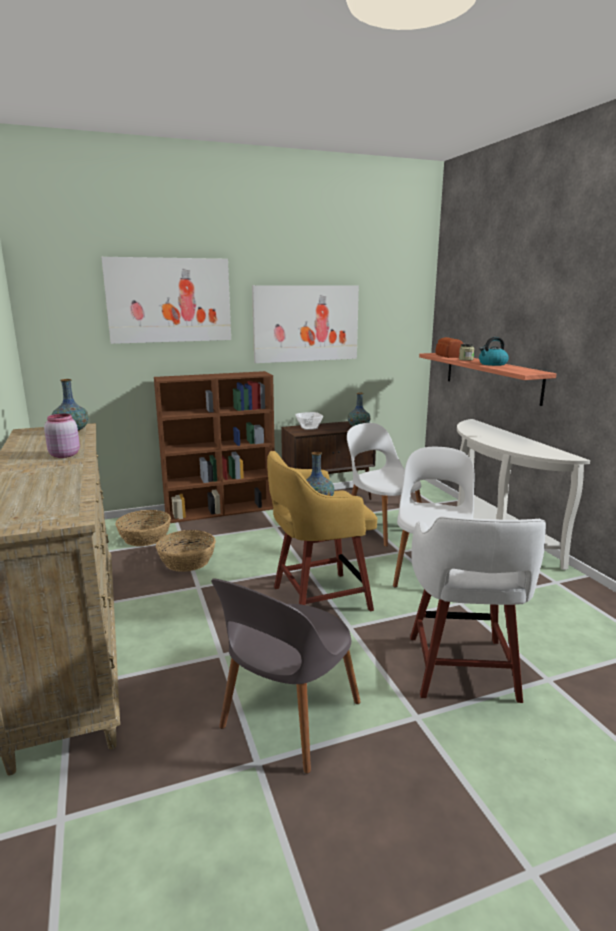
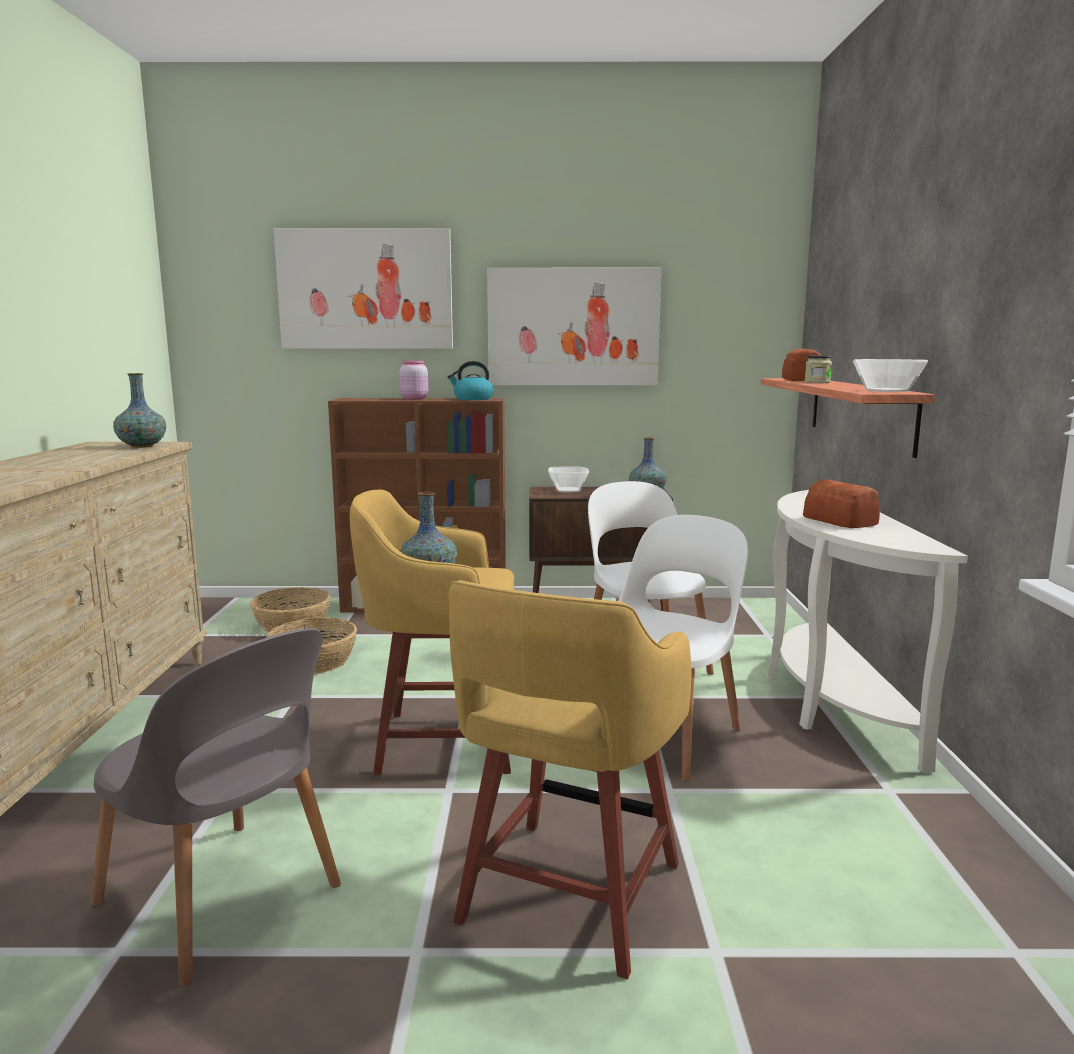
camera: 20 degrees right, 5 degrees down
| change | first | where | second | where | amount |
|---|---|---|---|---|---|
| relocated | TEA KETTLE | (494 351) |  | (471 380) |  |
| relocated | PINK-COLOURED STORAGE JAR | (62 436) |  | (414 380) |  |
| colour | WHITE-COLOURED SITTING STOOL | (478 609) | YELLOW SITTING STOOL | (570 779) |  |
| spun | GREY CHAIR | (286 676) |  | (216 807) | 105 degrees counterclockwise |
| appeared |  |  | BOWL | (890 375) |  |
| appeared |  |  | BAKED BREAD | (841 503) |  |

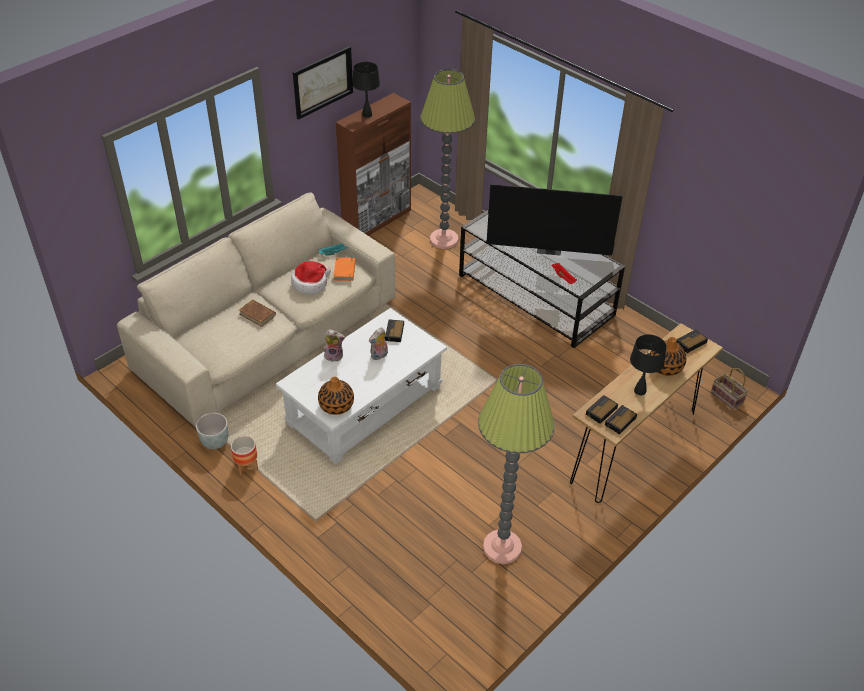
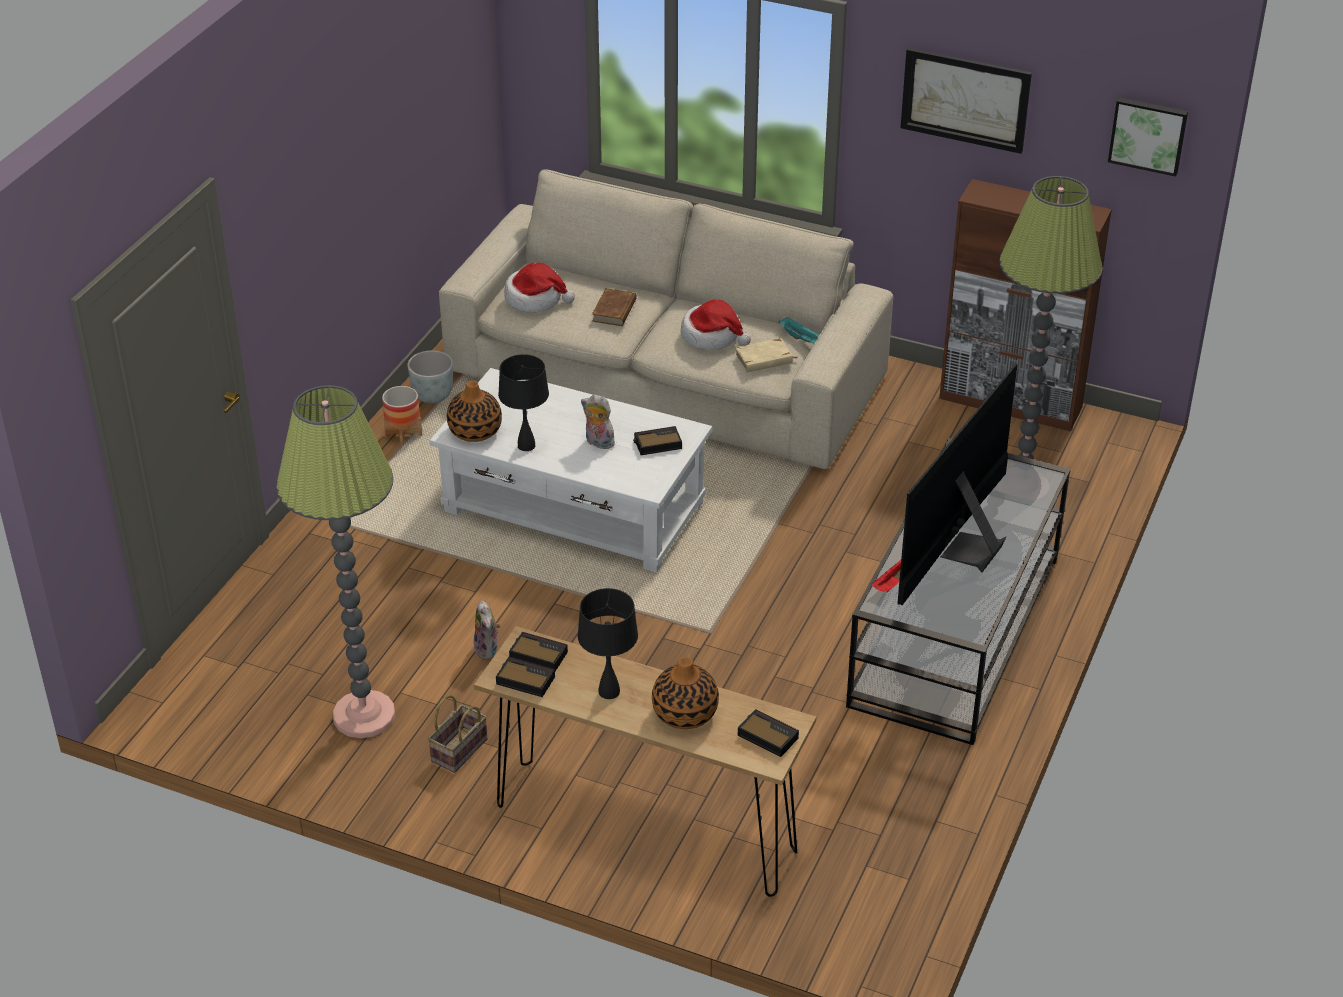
camera: 70 degrees right, 5 degrees down
| change | first | where | second | where | amount |
|---|---|---|---|---|---|
| relocated | BLACKISH TABLE LAMP | (366 90) |  | (523 402) |  |
| spun | TV | (554 220) |  | (957 484) | 45 degrees clockwise |
| colour | ORANGE-COLOURED VOLUME | (344 269) | BEIGE-COLOURED VOLUME | (766 355) |  |
| relocated | CUDDLY TOY | (334 346) |  | (487 630) |  |
| relocated | HOUSEHOLD BASKET | (729 389) |  | (457 734) |  |
| appeared |  |  | WALL PICTURE | (1148 137) |  |
| appeared |  |  | CLOTHING HAT | (539 287) |  |

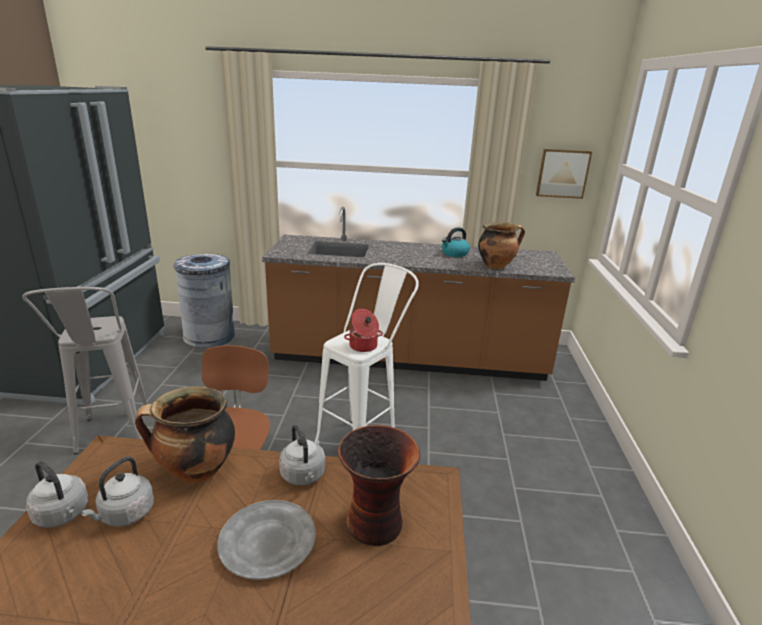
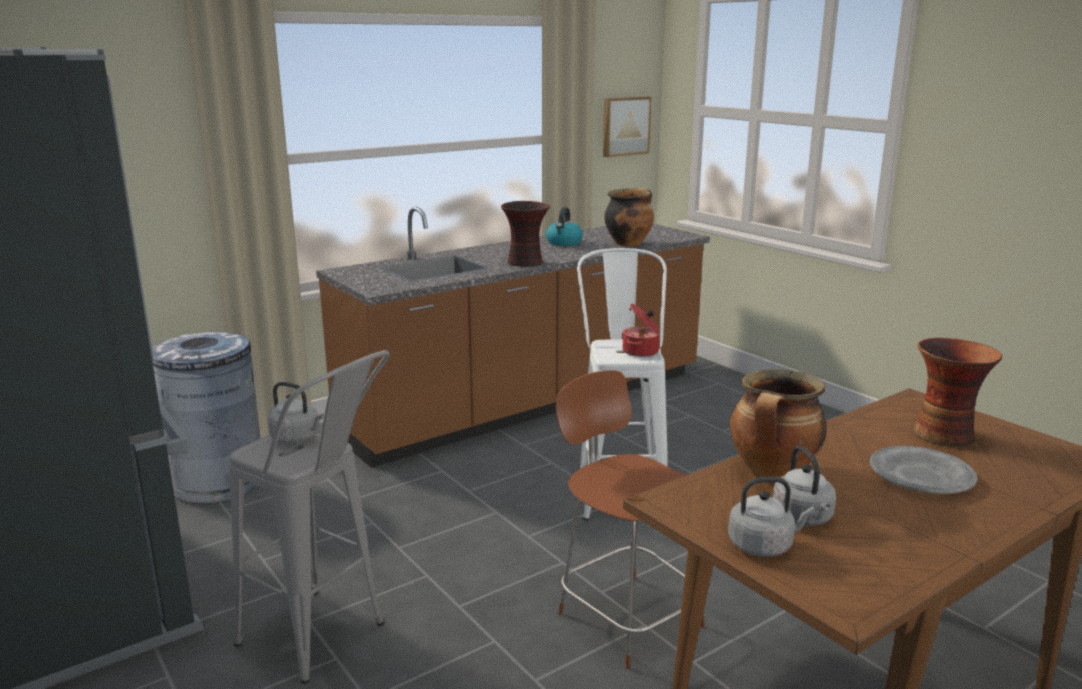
camera: 40 degrees left, 5 degrees down
| change | first | where | second | where | amount |
|---|---|---|---|---|---|
| relocated | GREY TEA KETTLE | (302 454) |  | (296 412) |  |
| appeared |  |  | VASE | (525 234) |  |

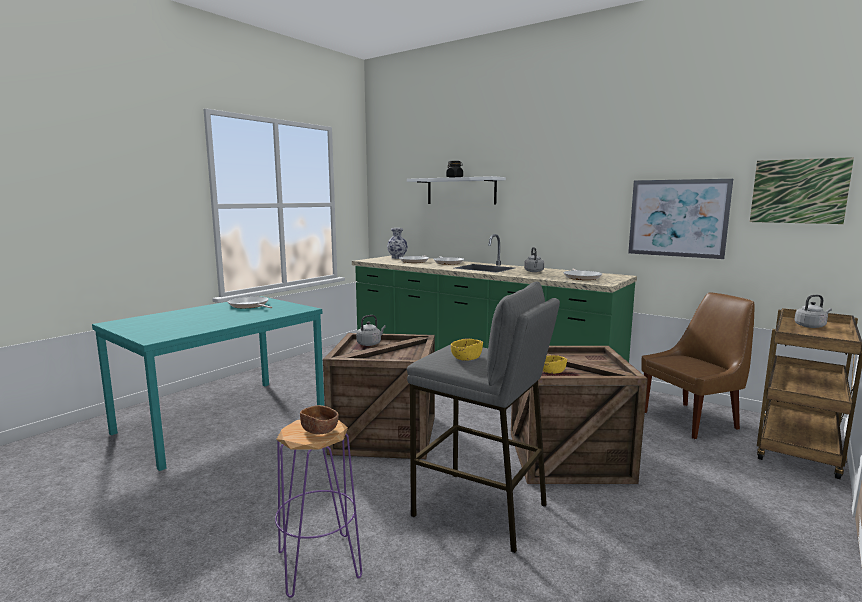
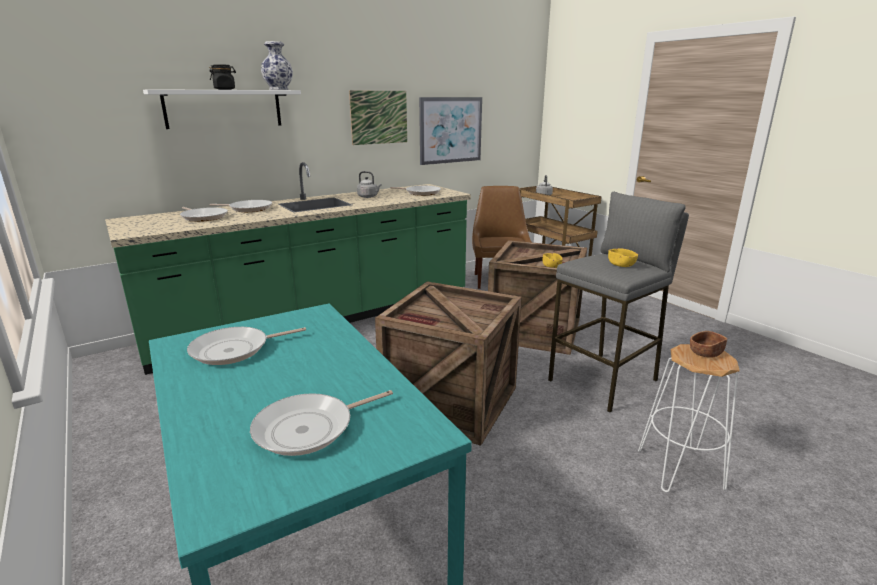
camera: 70 degrees left, 10 degrees up
| change | first | where | second | where | amount |
|---|---|---|---|---|---|
| relocated | WALL PICTURE | (802 190) |  | (378 118) |  |
| relocated | VASE | (397 243) |  | (277 65) |  |
| missing | GREY TEA KETTLE | (371 330) |  |  |  |
| colour | PURPLE-COLOURED SITTING STOOL | (318 509) | WHITE-COLOURED SITTING STOOL | (689 418) |  |
| appeared |  |  | SKILLET | (321 423) |  |

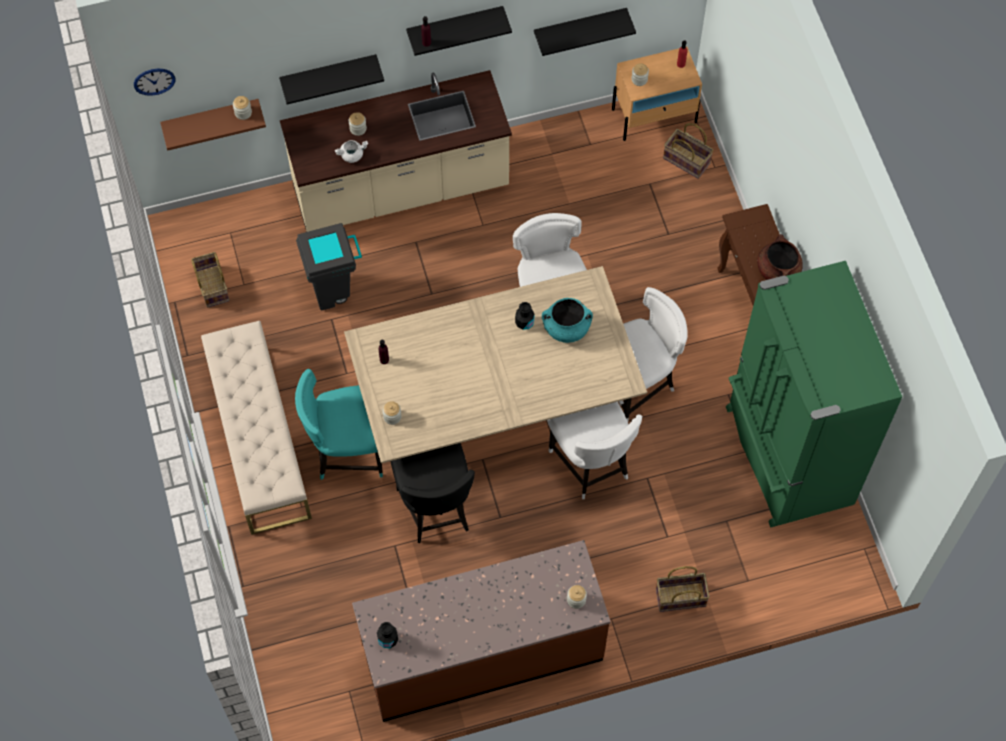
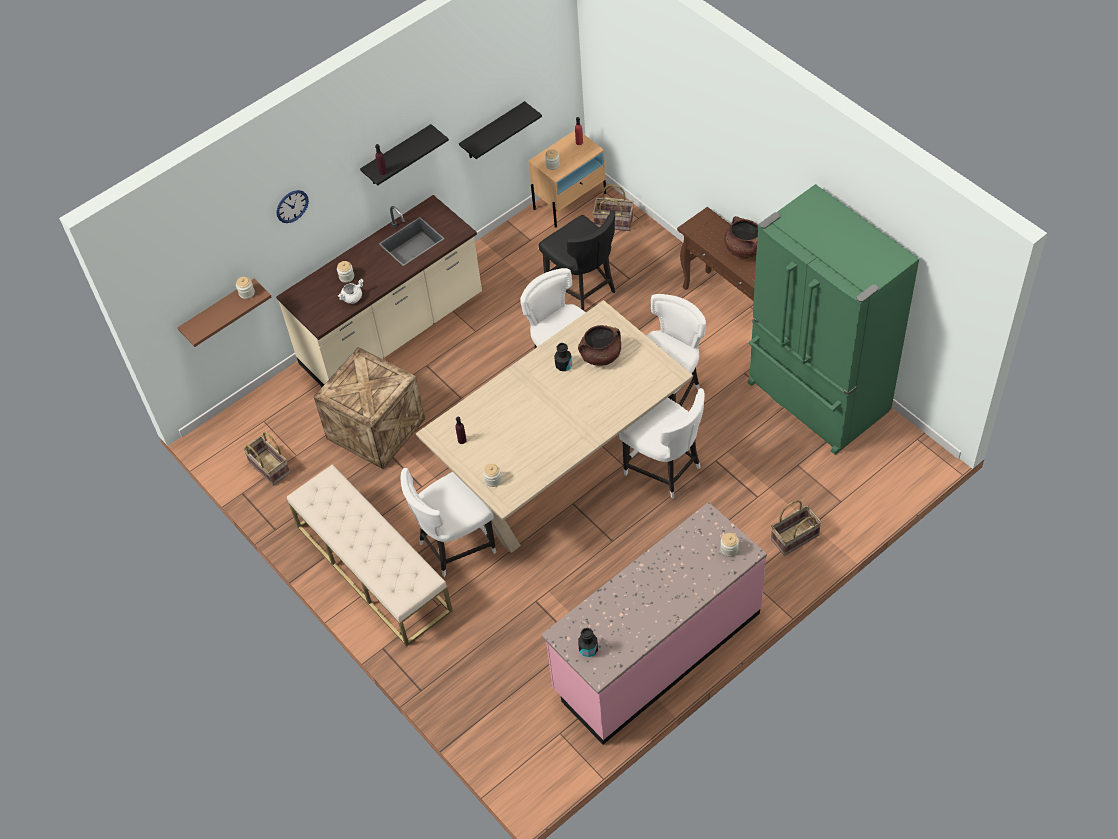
camera: 20 degrees left, 10 degrees down
| change | first | where | second | where | amount |
|---|---|---|---|---|---|
| missing | BLACKISH BRACKET SHELF | (331 79) |  |  |  |
| relocated | HANGING CLOCK | (154 82) |  | (292 206) |  |
| exchanged | GREY TRASH CAN | (329 266) | CRATE | (369 408) |  |
| colour | TURQUOISE COOKING POT | (567 320) | BROWNISH COOKING POT | (599 345) |  |
| colour | TURQUOISE CHAIR | (339 424) | WHITE-COLOURED CHAIR | (448 522) |  |
| relocated | BLACKISH CHAIR | (433 493) |  | (577 260) |  |
| colour | BROWNISH COUNTER | (481 631) | PINK-COLOURED COUNTER | (654 623) |  |

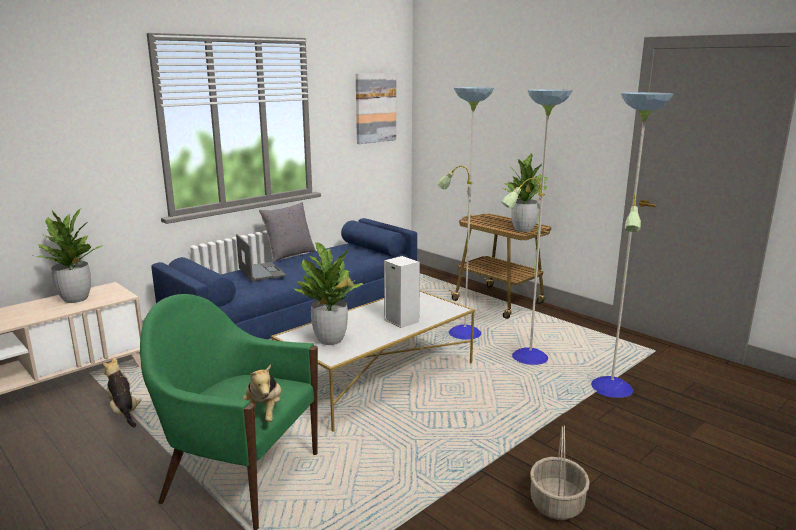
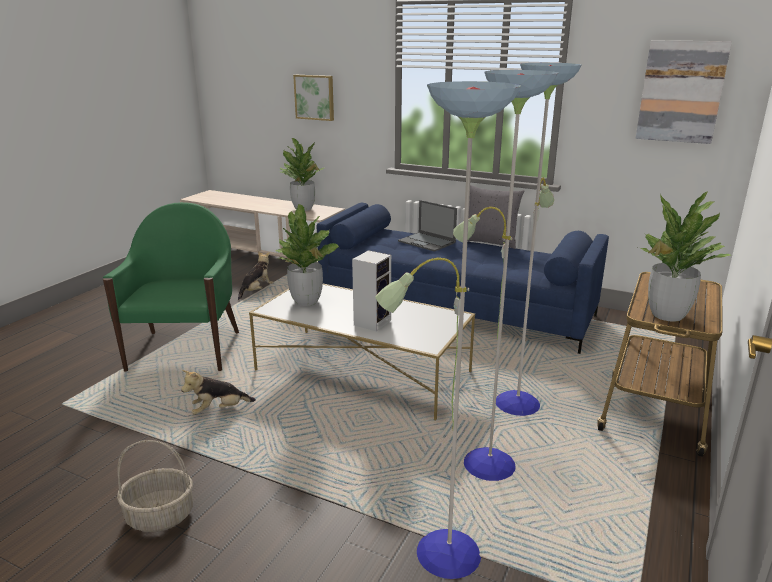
camera: 70 degrees right, 5 degrees up
| change | first | where | second | where | amount |
|---|---|---|---|---|---|
| spun | LAPTOP | (261 258) |  | (427 226) | 90 degrees clockwise |
| relocated | CUDDLY TOY | (262 393) |  | (218 392) |  |
| appeared |  |  | WALL PICTURE | (313 98) |  |

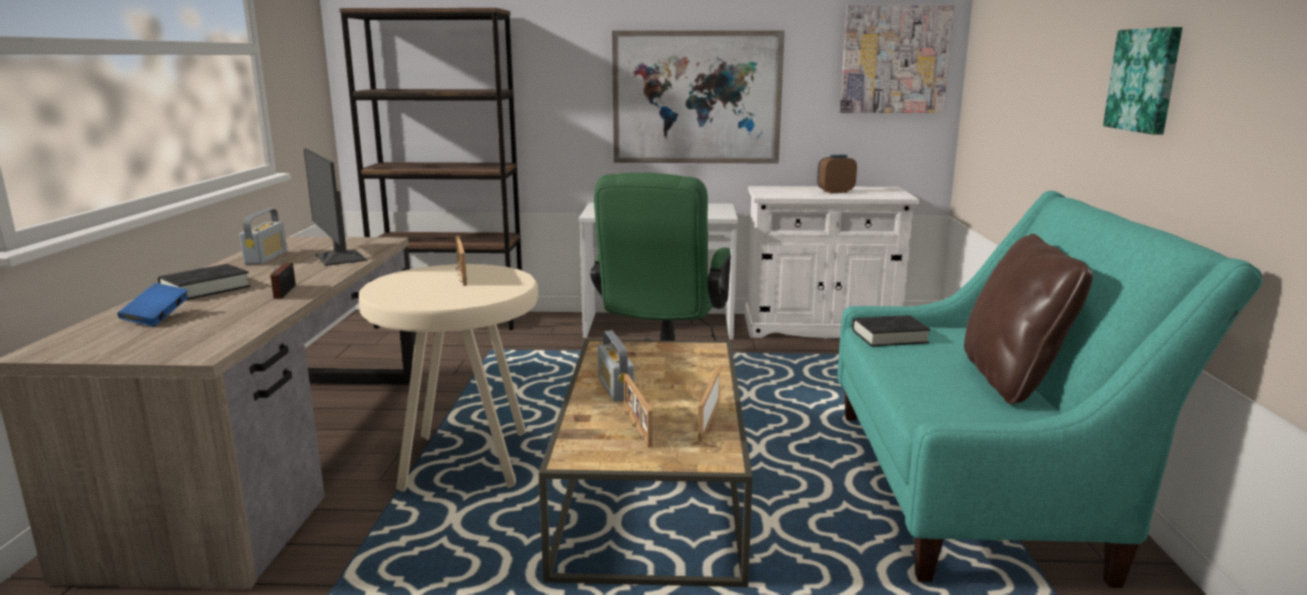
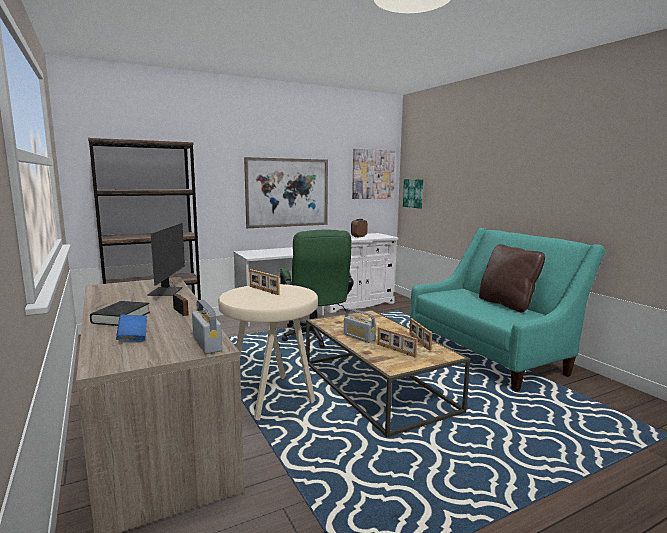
camera: 30 degrees left, 5 degrees down
| change | first | where | second | where | amount |
|---|---|---|---|---|---|
| relocated | WALL PICTURE | (1143 81) |  | (413 194) |  |
| spun | COMPUTER DISPLAY | (335 207) |  | (166 259) | 120 degrees counterclockwise |
| relocated | RADIO RECEIVER | (263 236) |  | (207 326) |  |
| missing | BLACKISH VOLUME | (891 331) |  |  |  |

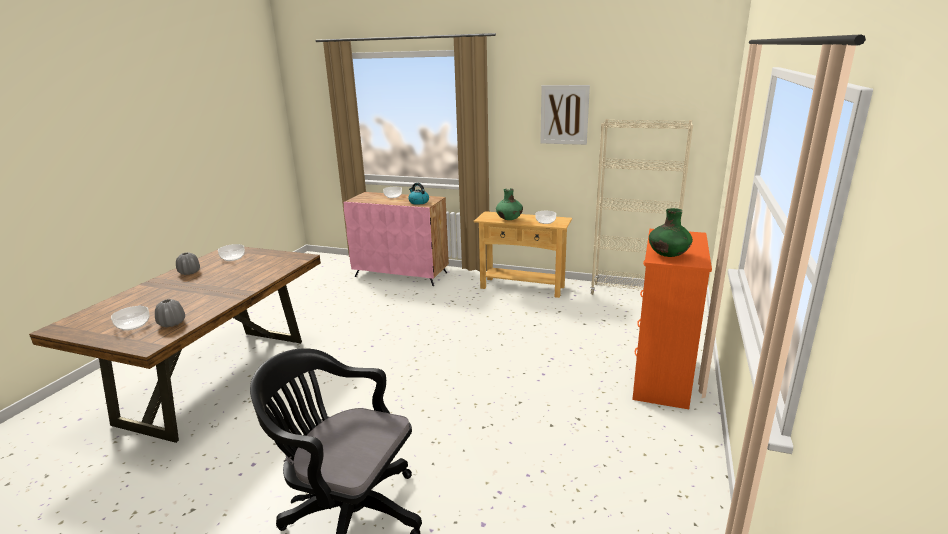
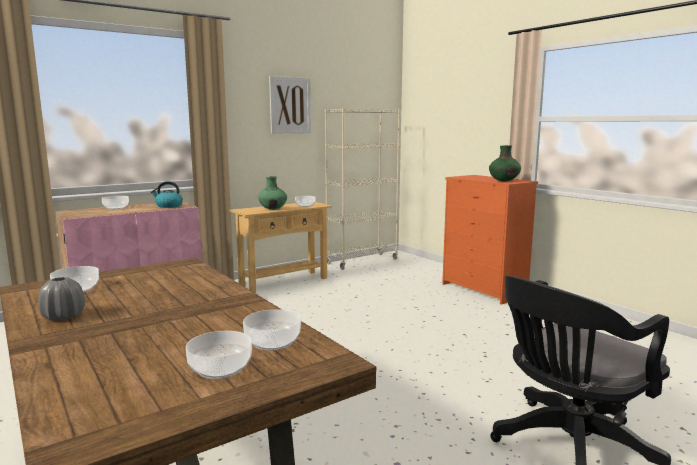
camera: 55 degrees left, 10 degrees down
| change | first | where | second | where | amount |
|---|---|---|---|---|---|
| exchanged | GREY VASE | (170 313) | BOWL | (272 330) |  |

